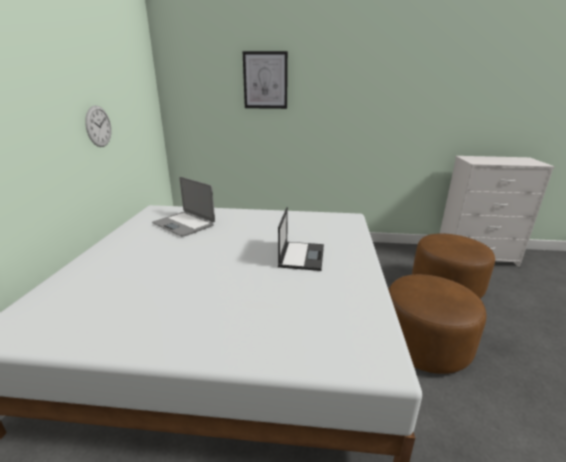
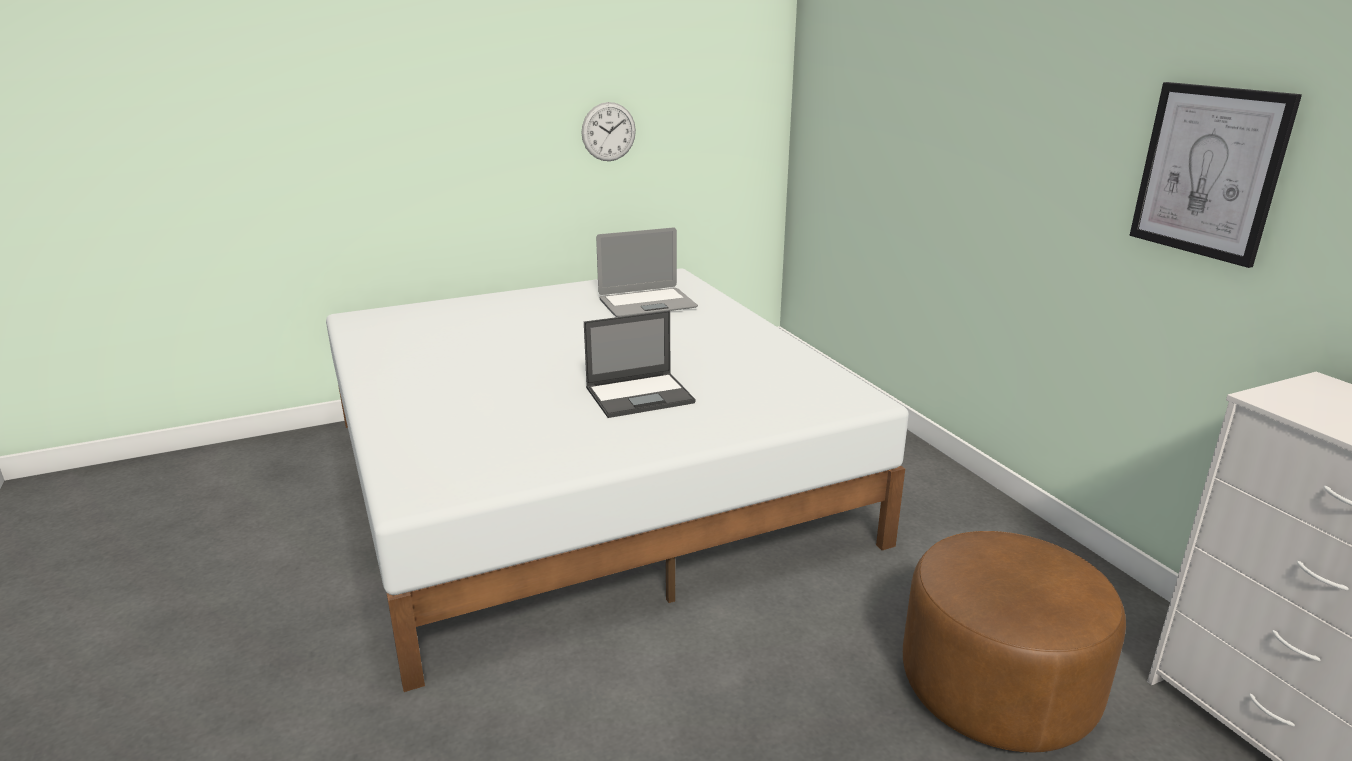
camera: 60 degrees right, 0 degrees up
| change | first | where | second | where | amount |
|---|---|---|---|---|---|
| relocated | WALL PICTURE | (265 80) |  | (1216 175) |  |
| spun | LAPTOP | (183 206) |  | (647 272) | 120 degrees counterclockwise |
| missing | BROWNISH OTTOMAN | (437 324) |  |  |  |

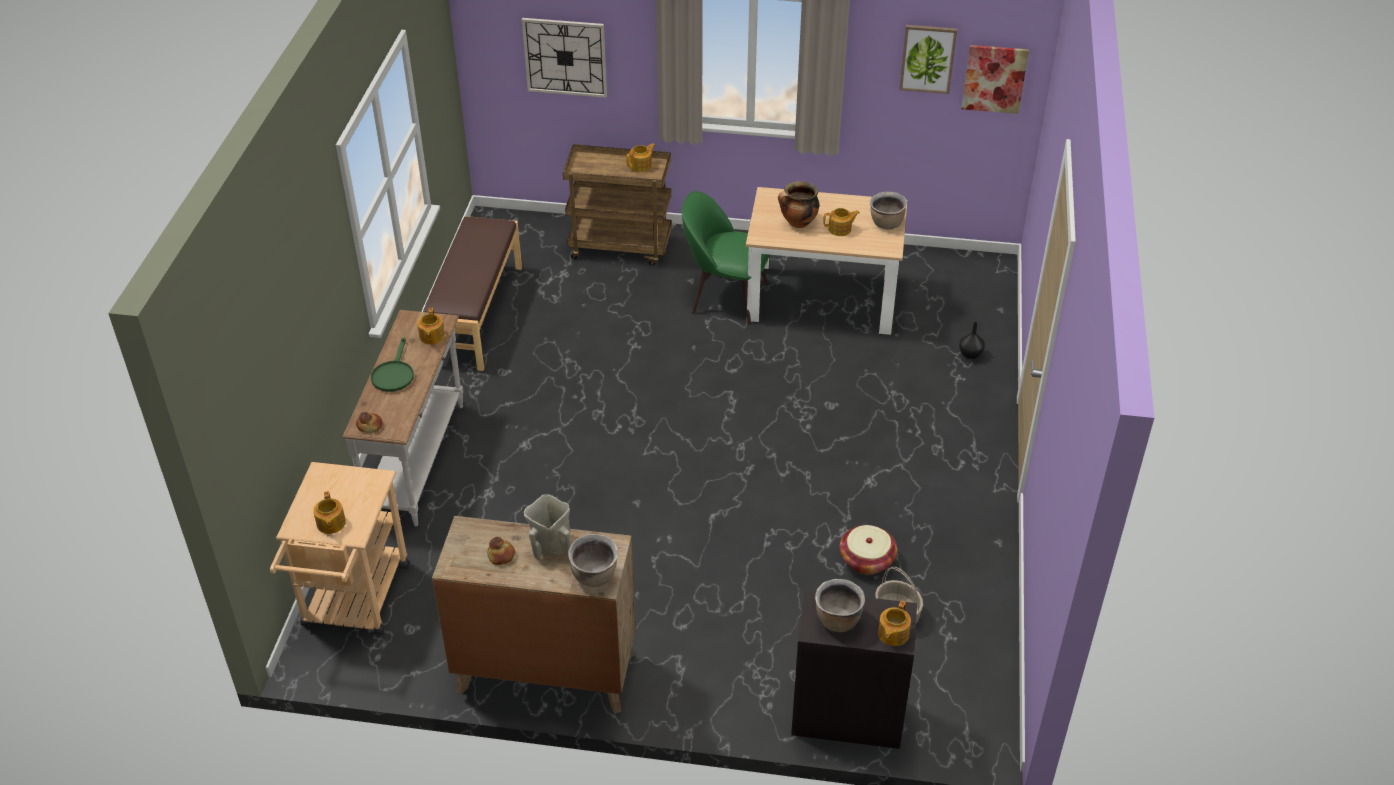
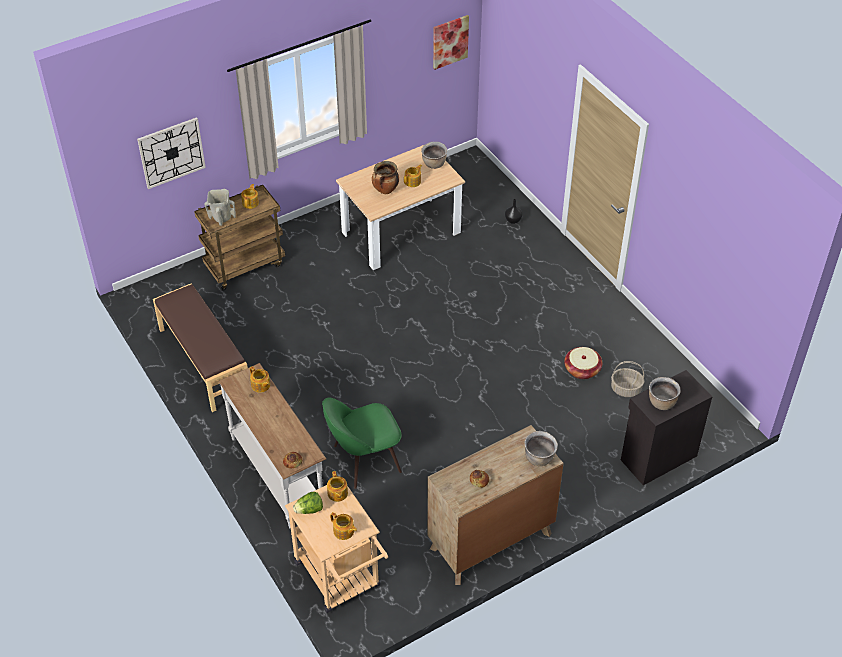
camera: 40 degrees left, 5 degrees up
| change | first | where | second | where | amount |
|---|---|---|---|---|---|
| missing | WALL PICTURE | (928 59) |  |  |  |
| relocated | GREEN CHAIR | (725 258) |  | (362 443) |  |
| missing | GREEN SKILLET | (392 364) |  |  |  |
| relocated | BEIGE-COLOURED VASE | (547 526) |  | (220 207) |  |
| relocated | TEA POT | (894 623) |  | (337 486) |  |
| appeared |  |  | HEAD OF LETTUCE | (308 503) |  |

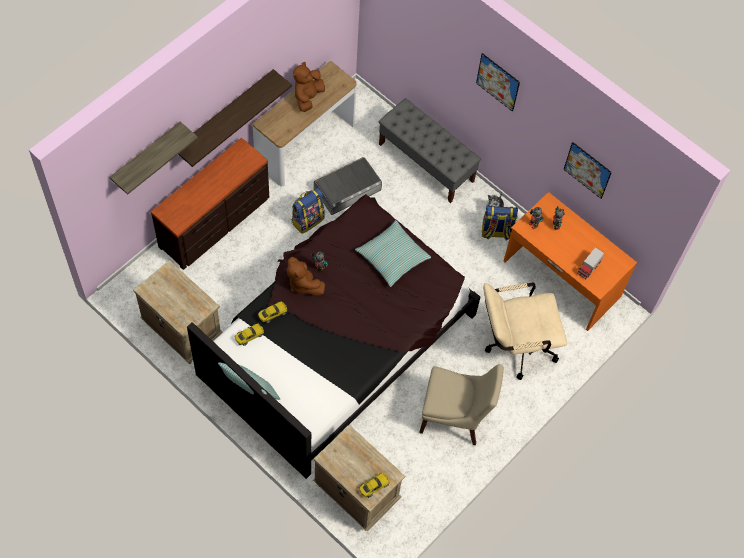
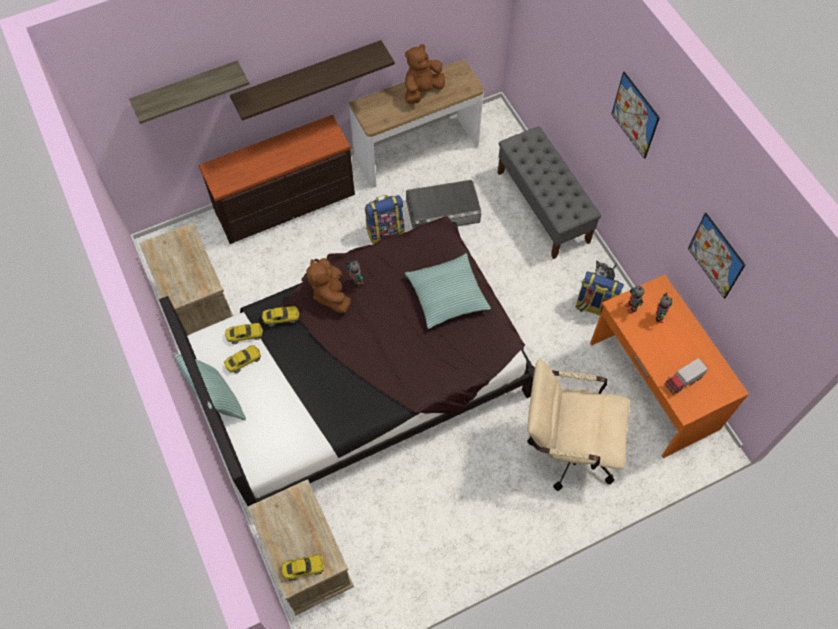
camera: 25 degrees right, 0 degrees up
| change | first | where | second | where | amount |
|---|---|---|---|---|---|
| missing | BEIGE-COLOURED CHAIR | (461 404) |  |  |  |
| appeared |  |  | YELLOW MODEL CAR | (242 359) |  |

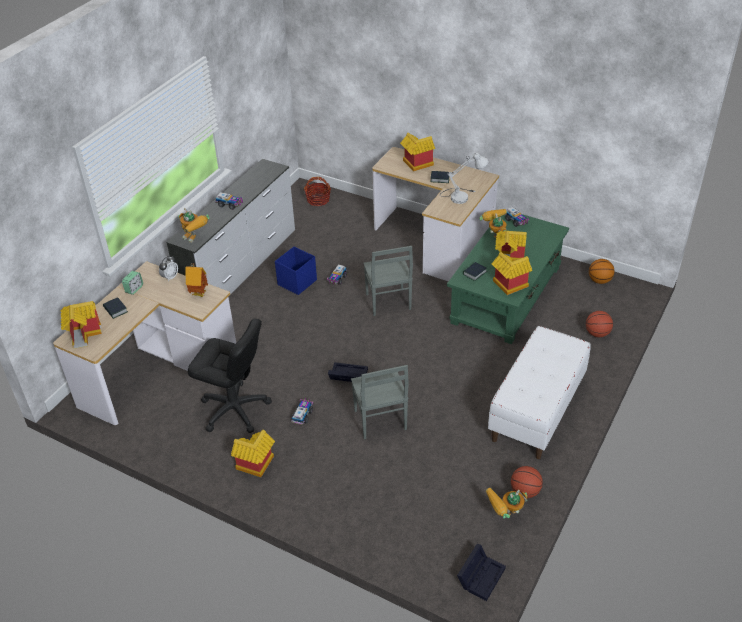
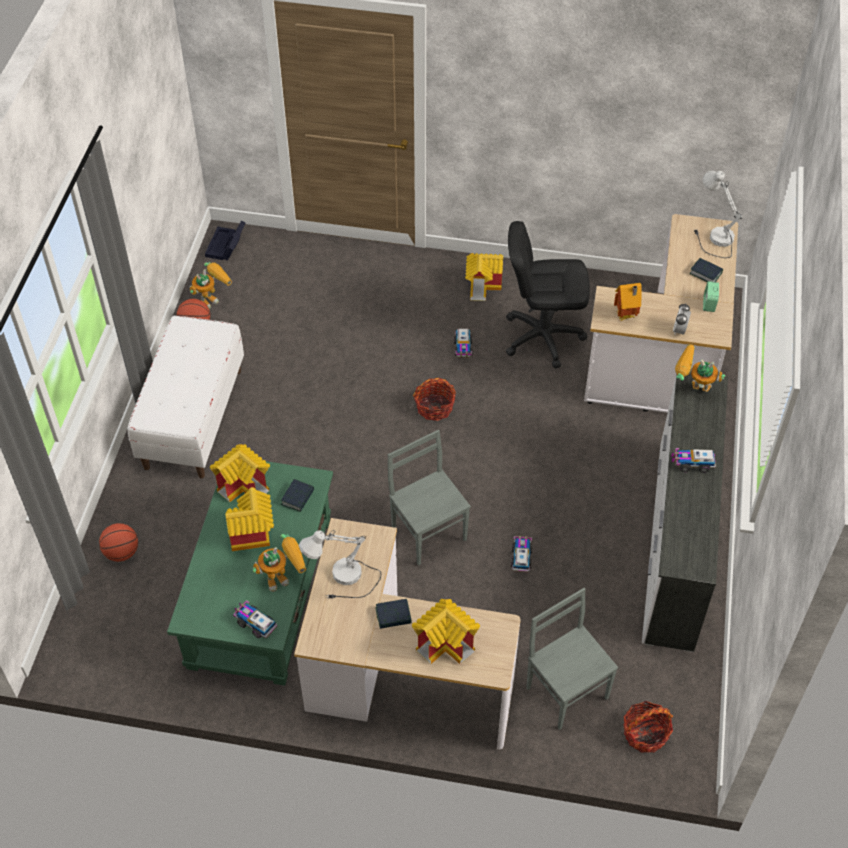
camera: 160 degrees right, 10 degrees up
| change | first | where | second | where | amount |
|---|---|---|---|---|---|
| spun | TOY ROBOT | (493 223) |  | (279 563) | 75 degrees counterclockwise |
| missing | BLUE-COLOURED STORAGE BOX | (296 271) |  |  |  |
| missing | BASKETBALL | (602 271) |  |  |  |
| exchanged | MINIATURE HOUSE | (81 325) | WHITE-COLOURED TABLE LAMP | (718 214) |  |
| exchanged | BLACKISH STORAGE BOX | (348 372) | HOUSEHOLD BASKET | (434 399) |  |
| relocated | GREY CHAIR | (380 402) |  | (572 659) |  |

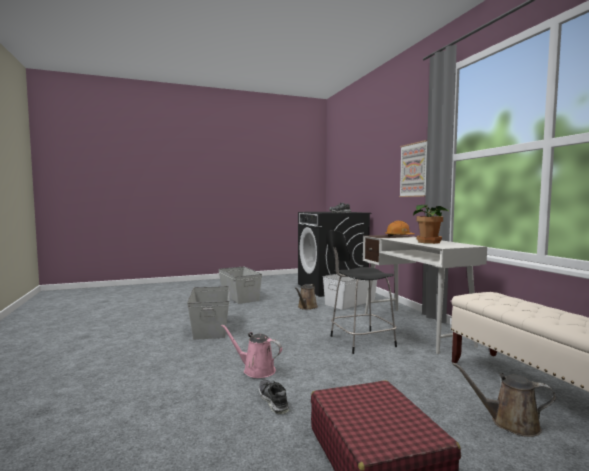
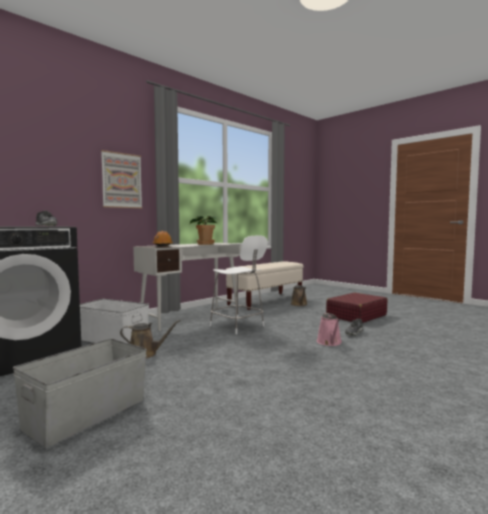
camera: 115 degrees left, 0 degrees up
| change | first | where | second | where | amount |
|---|---|---|---|---|---|
| colour | BLACKISH CHAIR | (361 292) | WHITE-COLOURED CHAIR | (239 284) |  |
| missing | GREY STORAGE BOX | (208 313) |  |  |  |

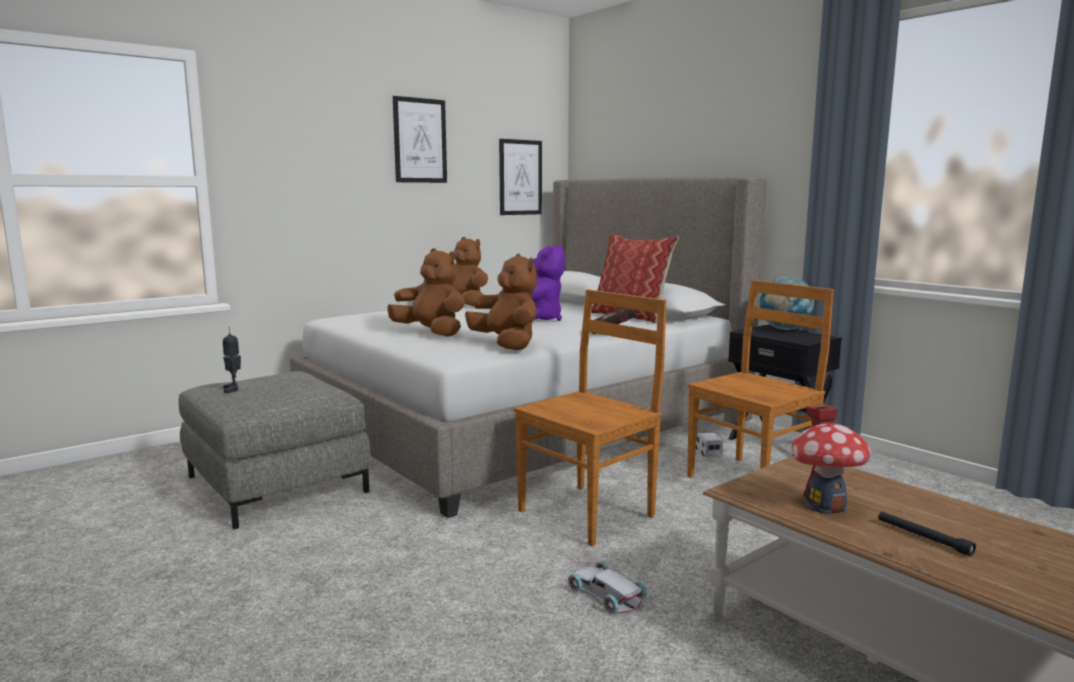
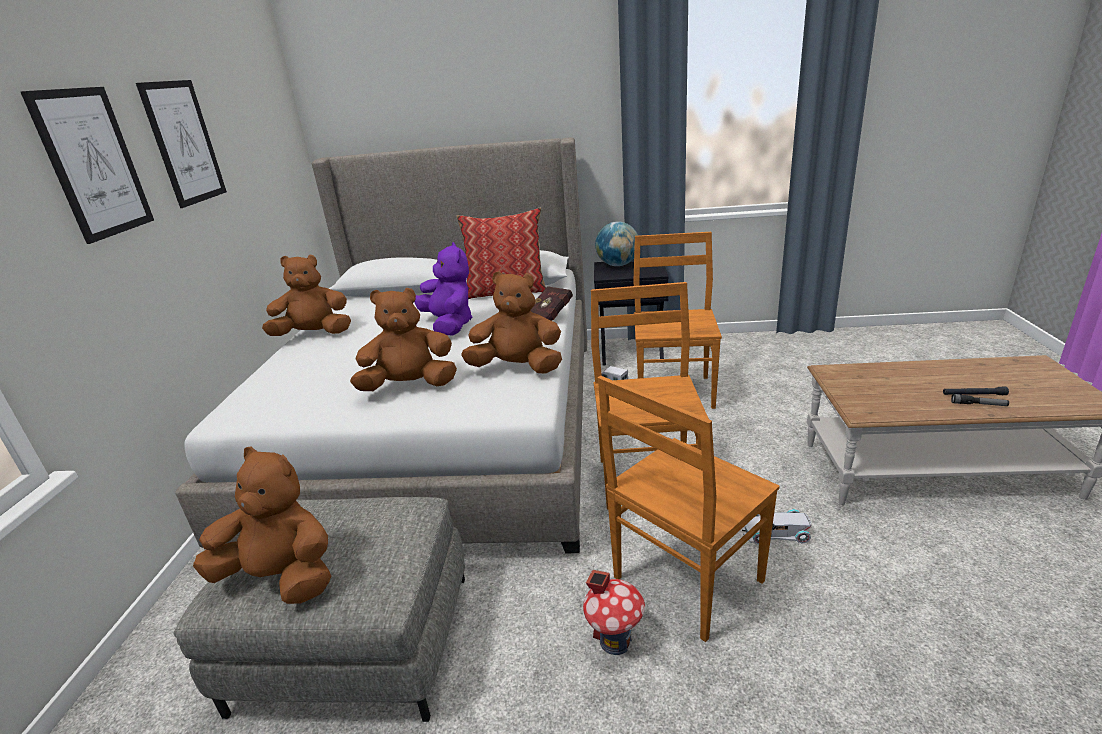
camera: 45 degrees left, 15 degrees up
| change | first | where | second | where | amount |
|---|---|---|---|---|---|
| relocated | WALL PICTURE | (520 177) |  | (87 165) |  |
| exchanged | TOY ROBOT | (232 360) | BROWNISH CUDDLY TOY | (262 525) |  |
| relocated | MINIATURE HOUSE | (831 459) |  | (614 612) |  |
| appeared |  |  | BROWNISH CHAIR | (689 509) |  |
| appeared |  |  | TORCH | (980 400) |  |

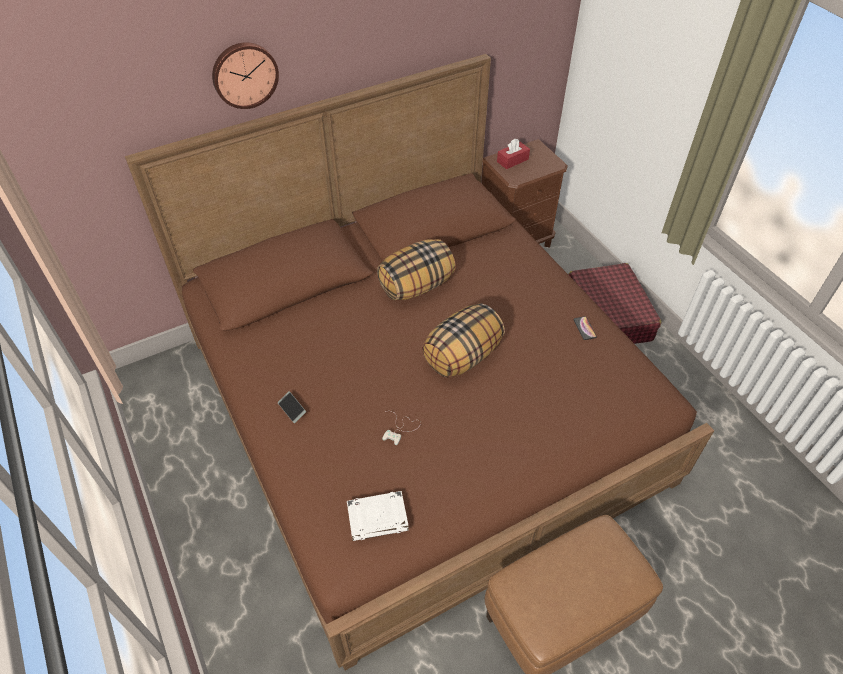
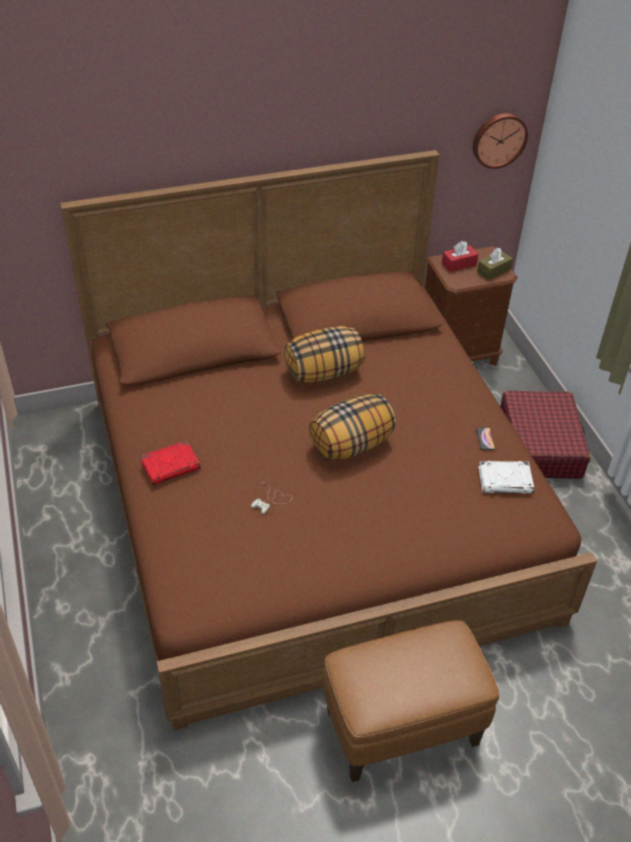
camera: 10 degrees right, 5 degrees down
| change | first | where | second | where | amount |
|---|---|---|---|---|---|
| relocated | HANGING CLOCK | (245 75) |  | (500 141) |  |
| exchanged | PHONE | (292 407) | REDDISH VOLUME | (170 463) |  |
| relocated | WHITE-COLOURED VOLUME | (378 516) |  | (506 477) |  |
| appeared |  |  | BROWNISH BOX OF TISSUES | (495 264) |  |

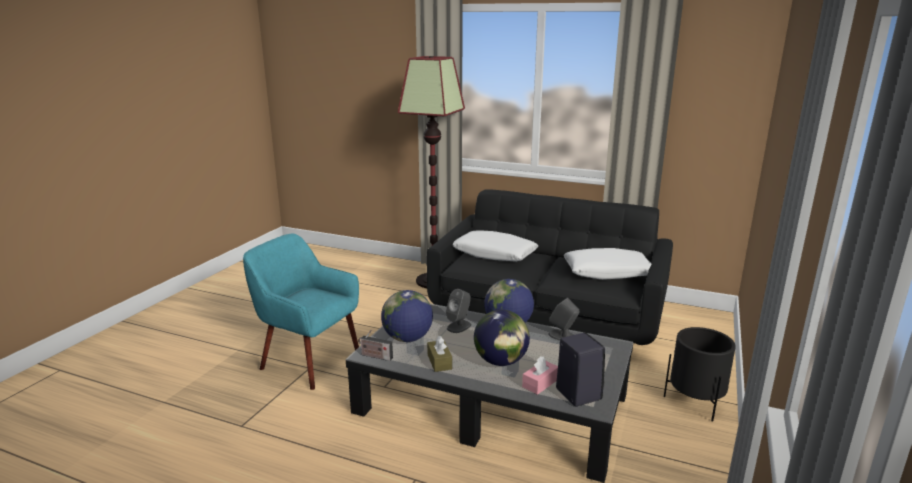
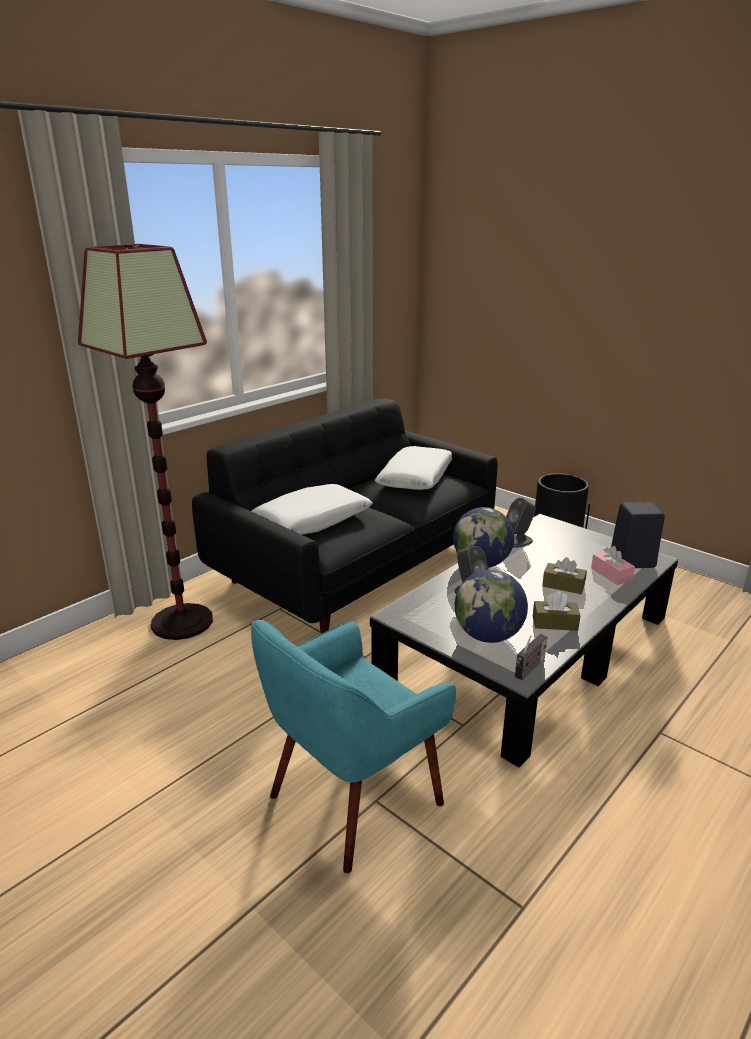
camera: 70 degrees left, 5 degrees up
| change | first | where | second | where | amount |
|---|---|---|---|---|---|
| exchanged | WORLD GLOBE | (502 337) | BROWNISH BOX OF TISSUES | (564 575) |  |

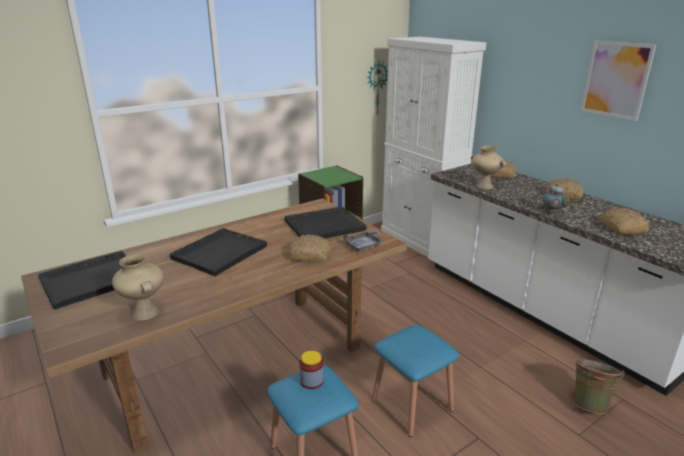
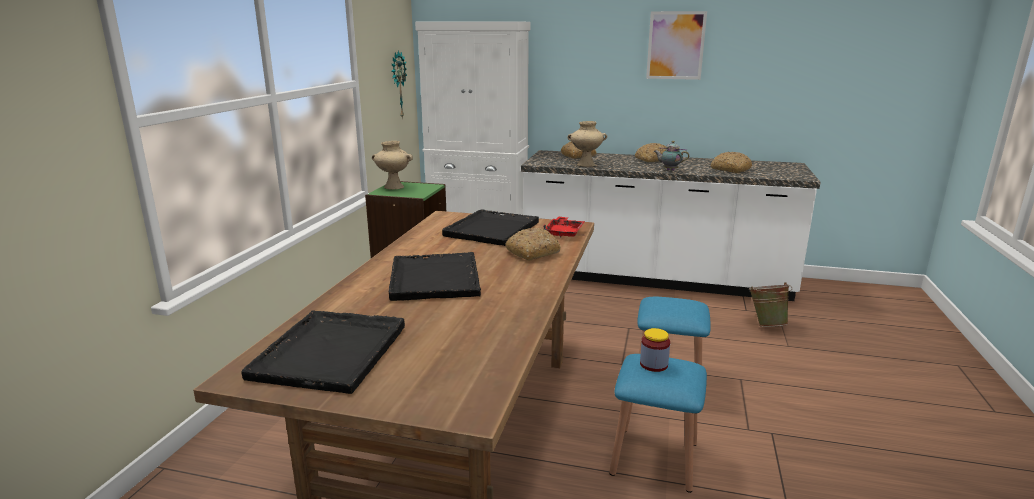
camera: 40 degrees left, 5 degrees down
| change | first | where | second | where | amount |
|---|---|---|---|---|---|
| colour | GREY SERVING TRAY | (363 241) | REDDISH SERVING TRAY | (564 226) |  |
| relocated | BEIGE-COLOURED VASE | (138 287) |  | (392 165) |  |

